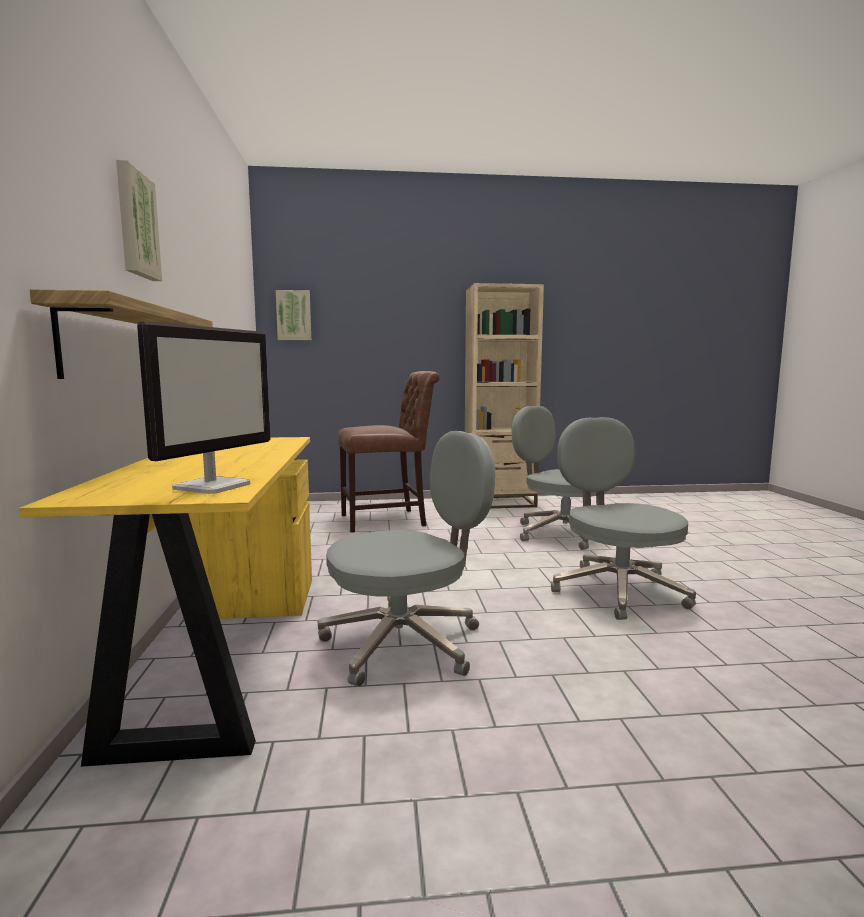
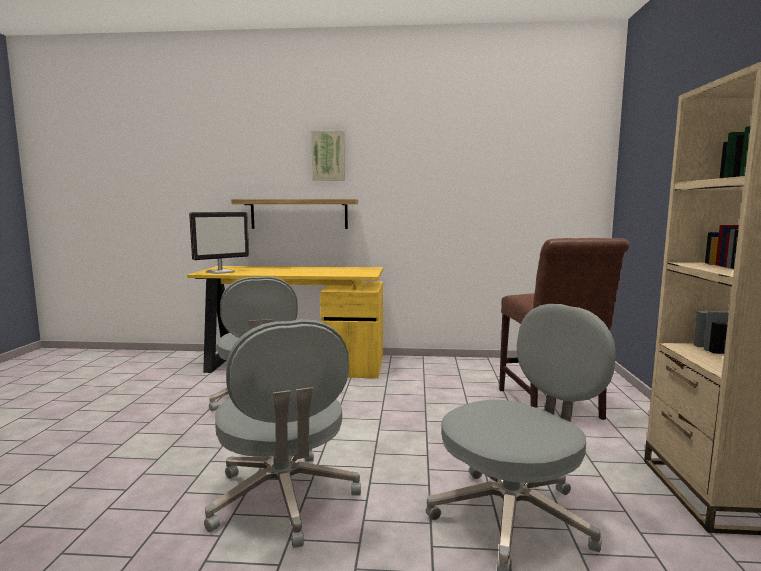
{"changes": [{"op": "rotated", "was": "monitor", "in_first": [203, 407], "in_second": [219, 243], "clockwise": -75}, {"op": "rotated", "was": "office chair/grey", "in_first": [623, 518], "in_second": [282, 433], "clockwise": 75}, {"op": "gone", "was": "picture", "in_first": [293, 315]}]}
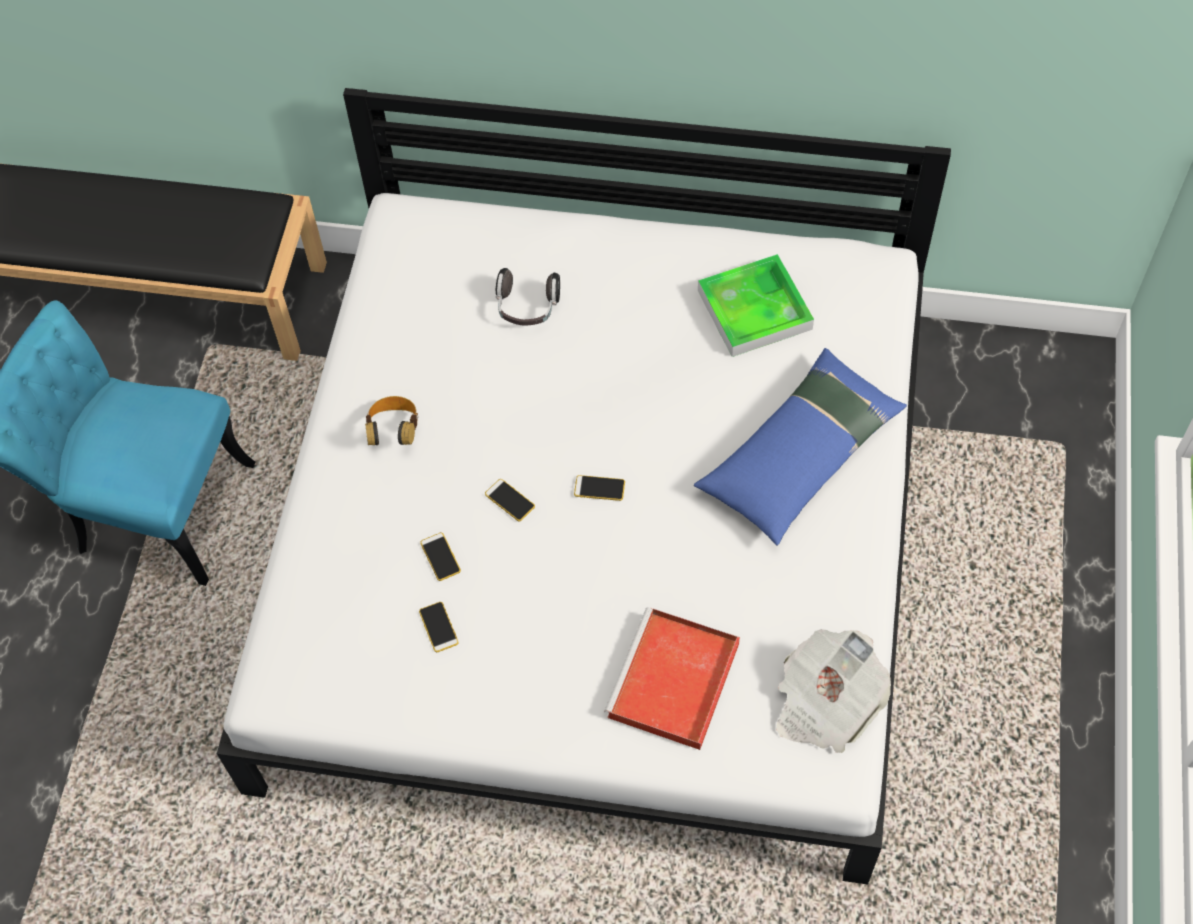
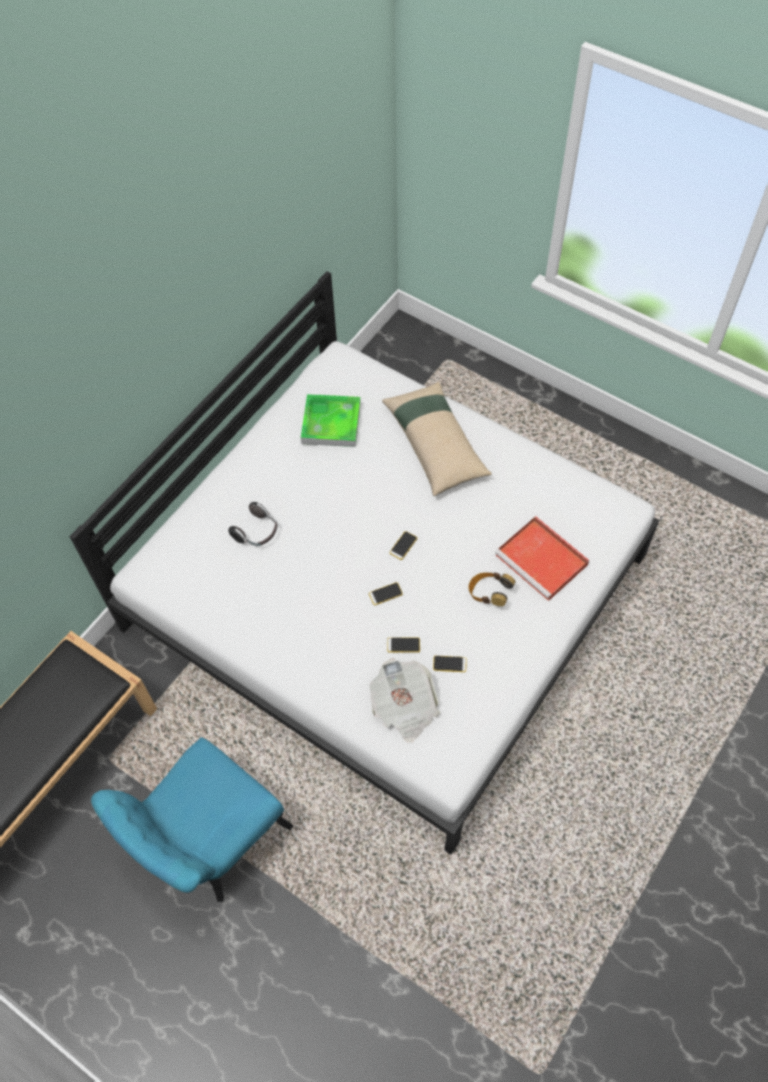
{"changes": [{"op": "shifted", "was": "newspaper", "in_first": [833, 691], "in_second": [404, 700]}, {"op": "repainted", "was": "pillow/blue", "now": "pillow/beige", "in_first": [800, 446], "in_second": [437, 439]}, {"op": "shifted", "was": "headphones", "in_first": [391, 420], "in_second": [491, 589]}]}
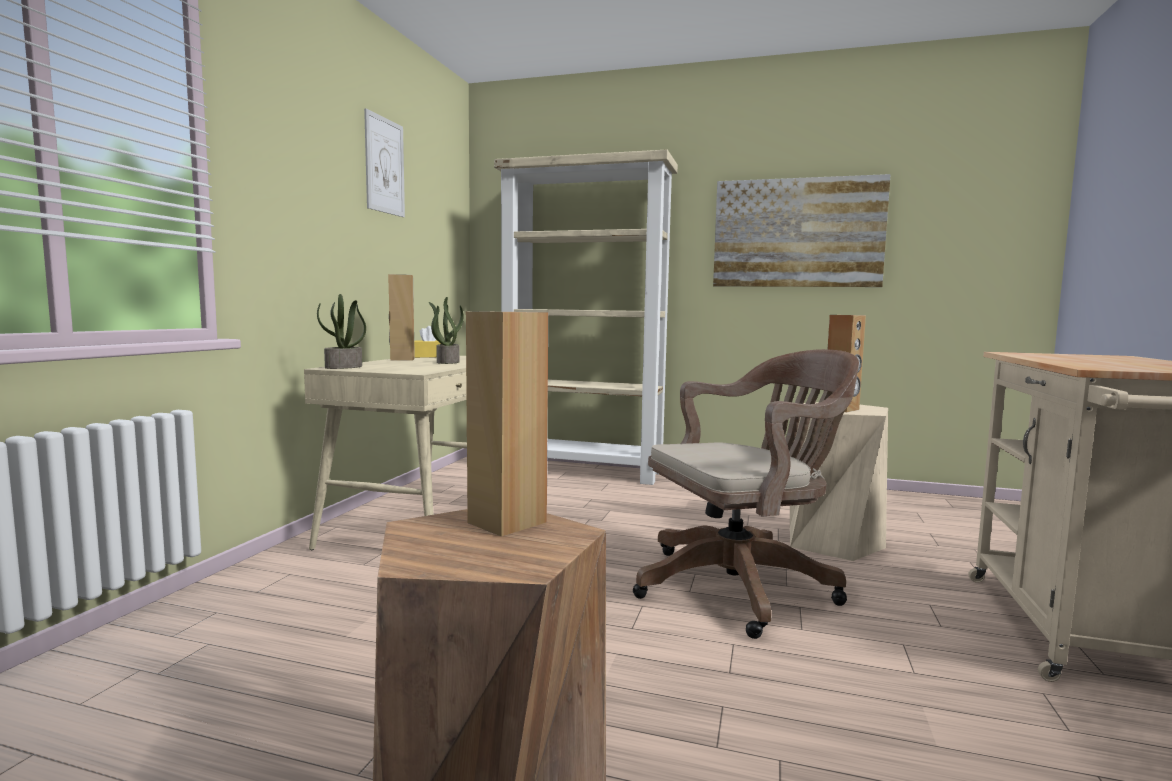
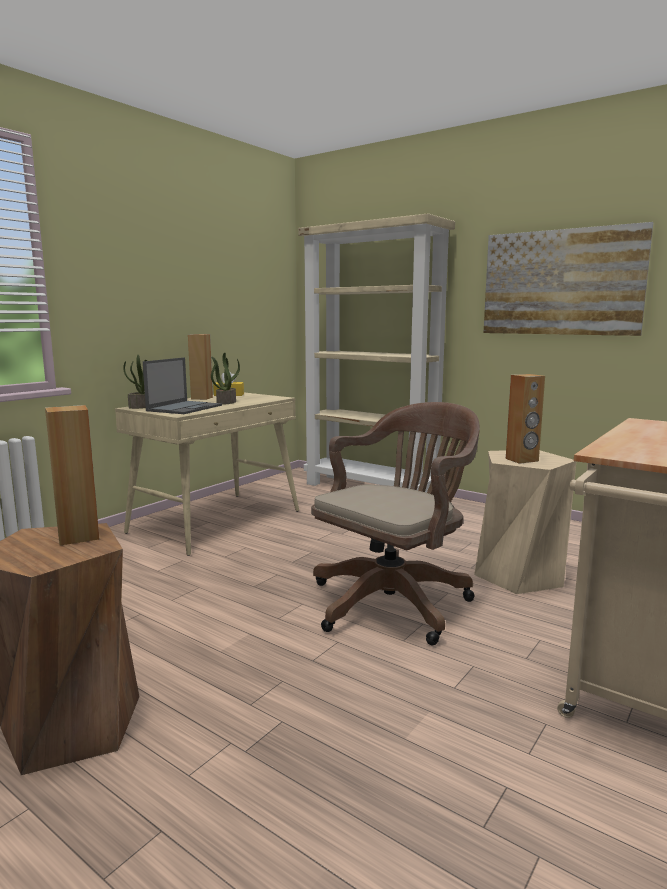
{"changes": [{"op": "new", "now": "laptop", "in_second": [182, 385]}, {"op": "rotated", "was": "office chair/brown", "in_first": [746, 494], "in_second": [395, 523], "clockwise": -45}, {"op": "gone", "was": "picture", "in_first": [384, 162]}]}
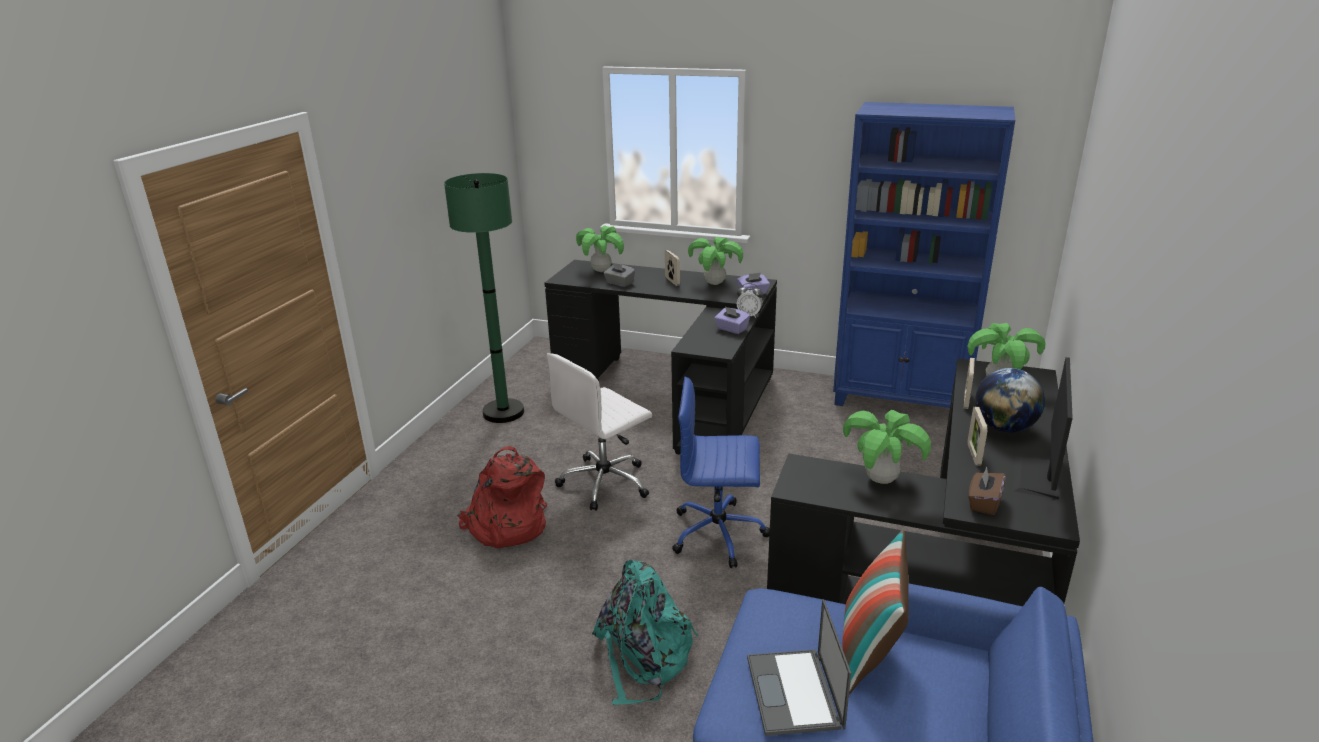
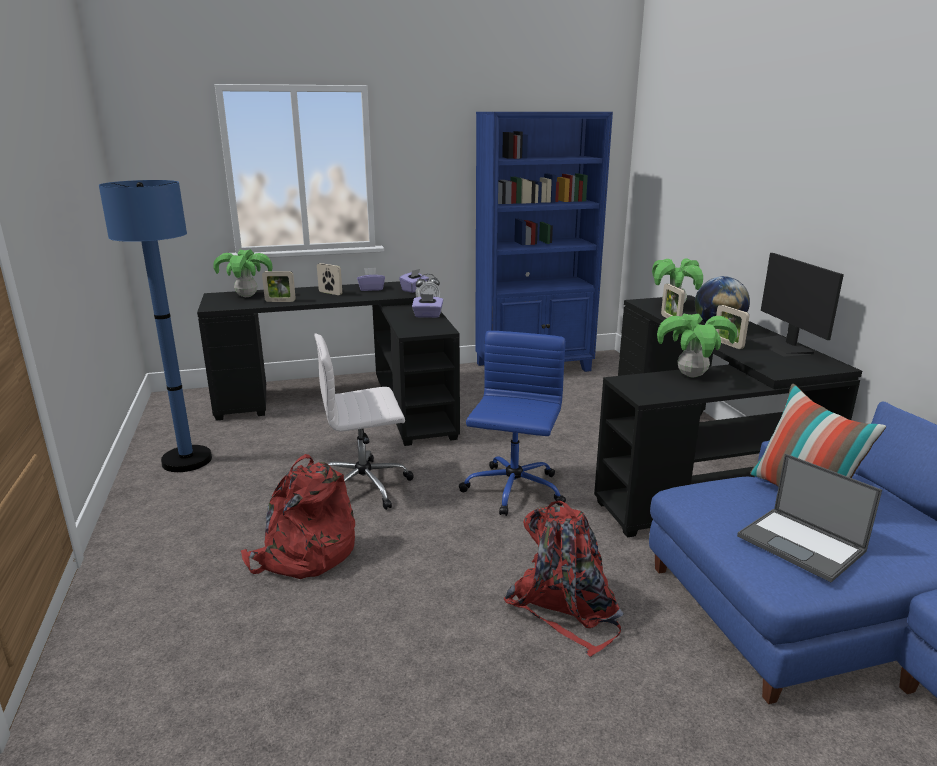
{"changes": [{"op": "repainted", "was": "floor lamp/green", "now": "floor lamp/blue", "in_first": [484, 298], "in_second": [155, 326]}, {"op": "swapped", "was": "tissue box/grey", "now": "picture frame", "in_first": [619, 274], "in_second": [279, 286]}, {"op": "rotated", "was": "office chair/white", "in_first": [599, 432], "in_second": [364, 421], "clockwise": 60}, {"op": "swapped", "was": "potted plant", "now": "tissue box/purple", "in_first": [715, 261], "in_second": [371, 279]}, {"op": "rotated", "was": "office chair/blue", "in_first": [721, 472], "in_second": [512, 423], "clockwise": 135}, {"op": "repainted", "was": "backpack/turquoise", "now": "backpack/red", "in_first": [645, 632], "in_second": [564, 579]}, {"op": "gone", "was": "tissue box/brown", "in_first": [987, 490]}]}
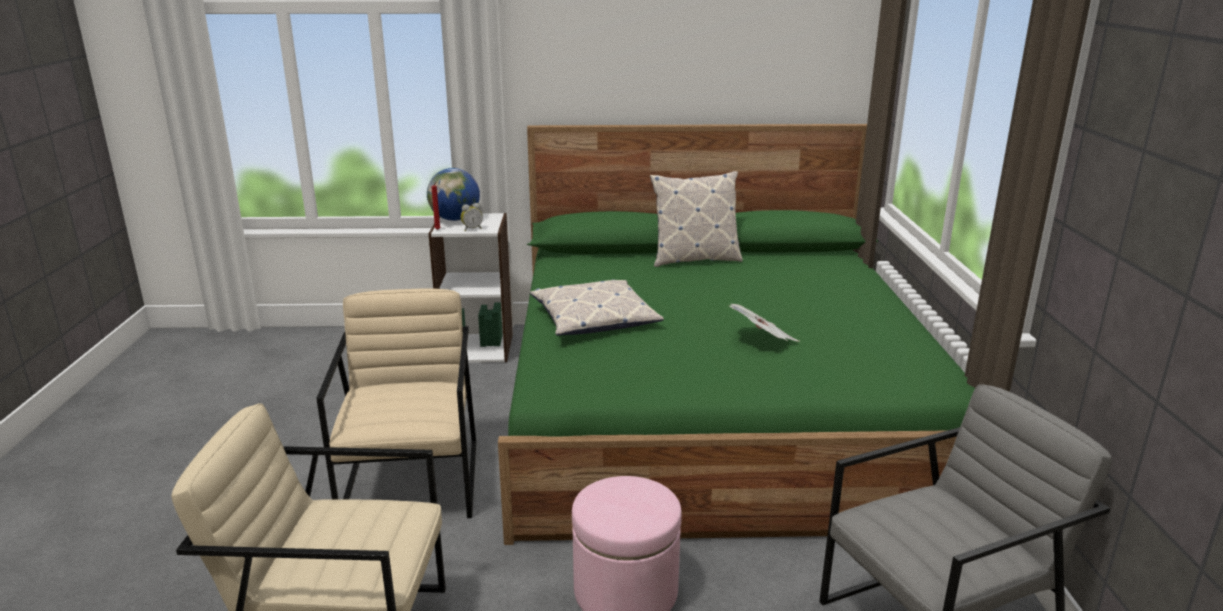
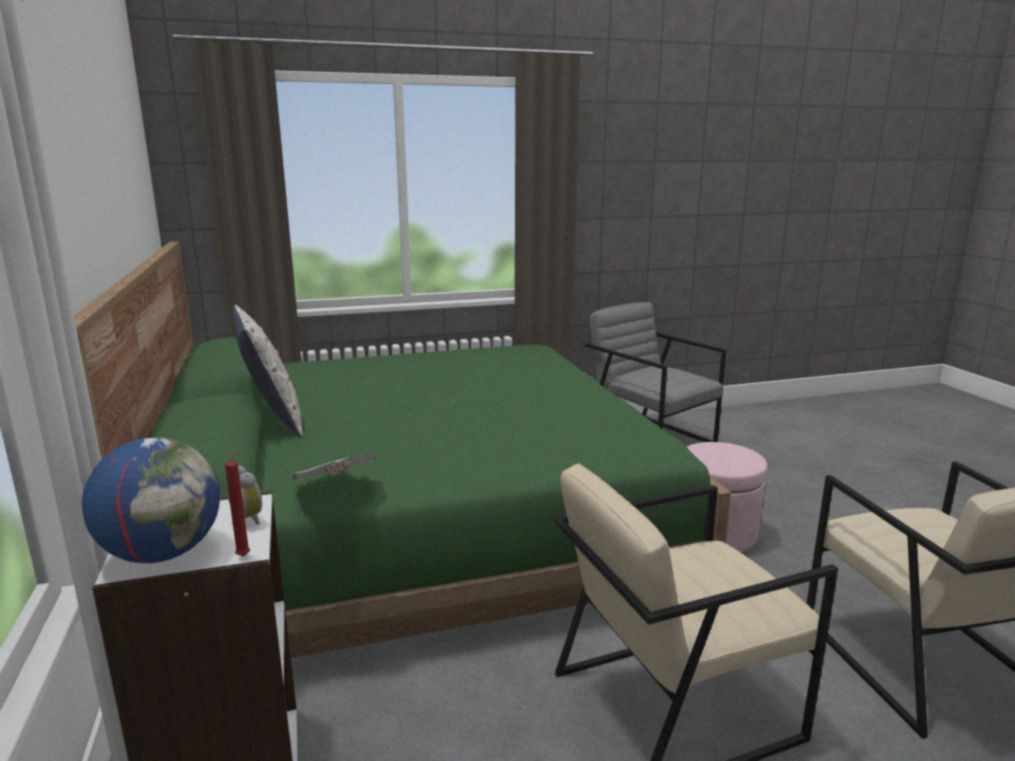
{"changes": [{"op": "shifted", "was": "newspaper", "in_first": [764, 322], "in_second": [333, 467]}, {"op": "gone", "was": "pillow", "in_first": [597, 308]}]}
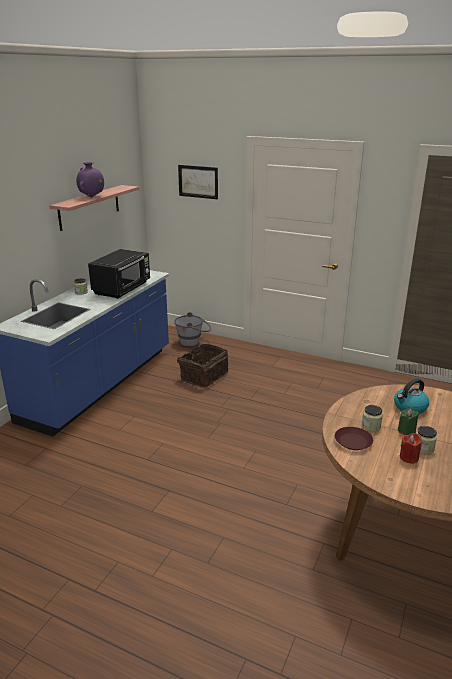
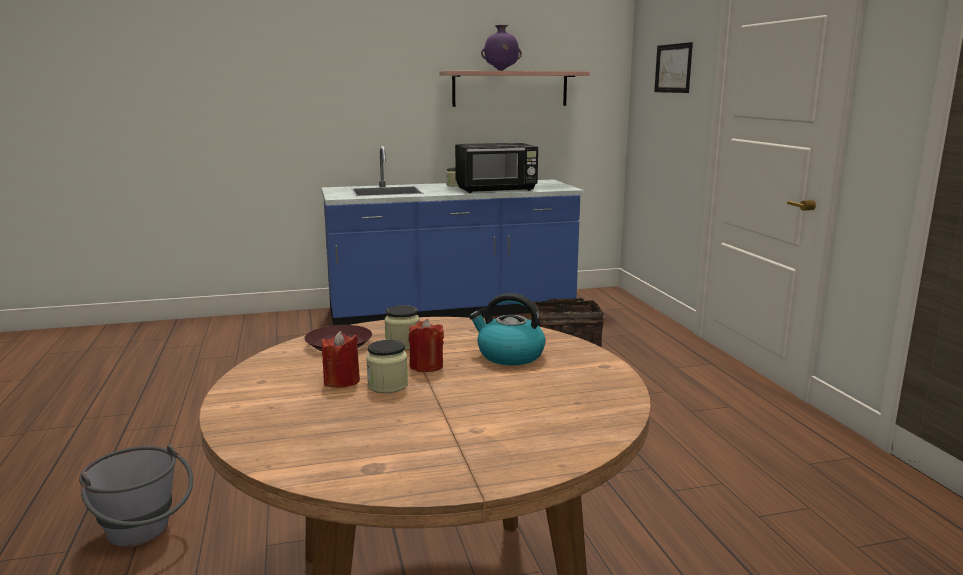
{"changes": [{"op": "shifted", "was": "bucket/grey", "in_first": [192, 329], "in_second": [136, 496]}, {"op": "repainted", "was": "candle/green", "now": "candle/red", "in_first": [408, 421], "in_second": [426, 345]}]}
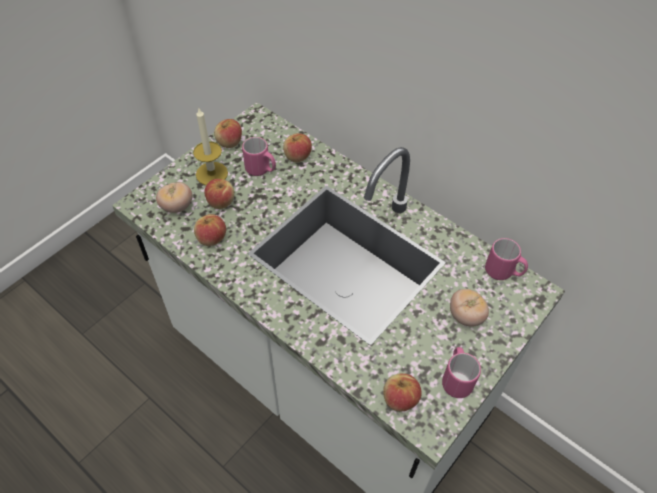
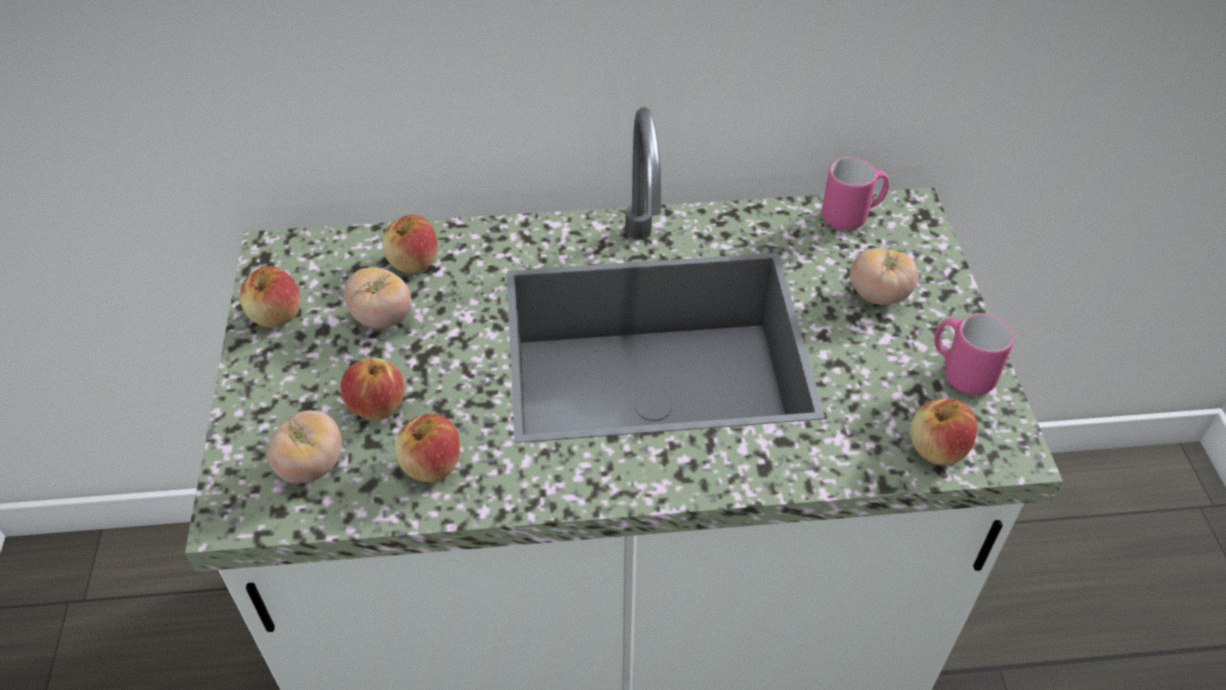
{"changes": [{"op": "swapped", "was": "mug/pink", "now": "tomato", "in_first": [259, 156], "in_second": [377, 297]}, {"op": "gone", "was": "candle", "in_first": [210, 146]}]}
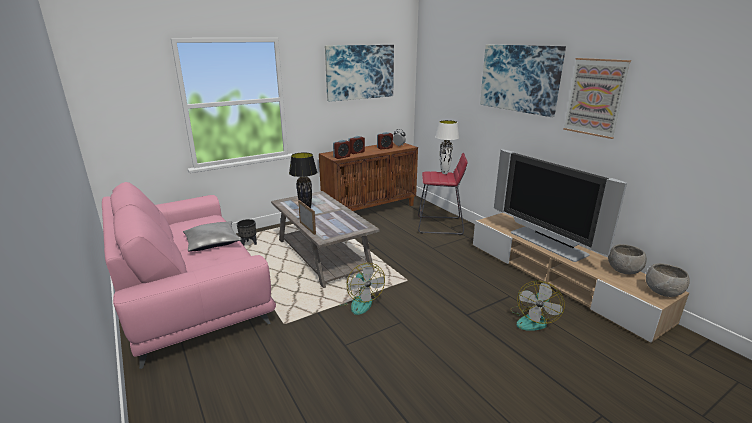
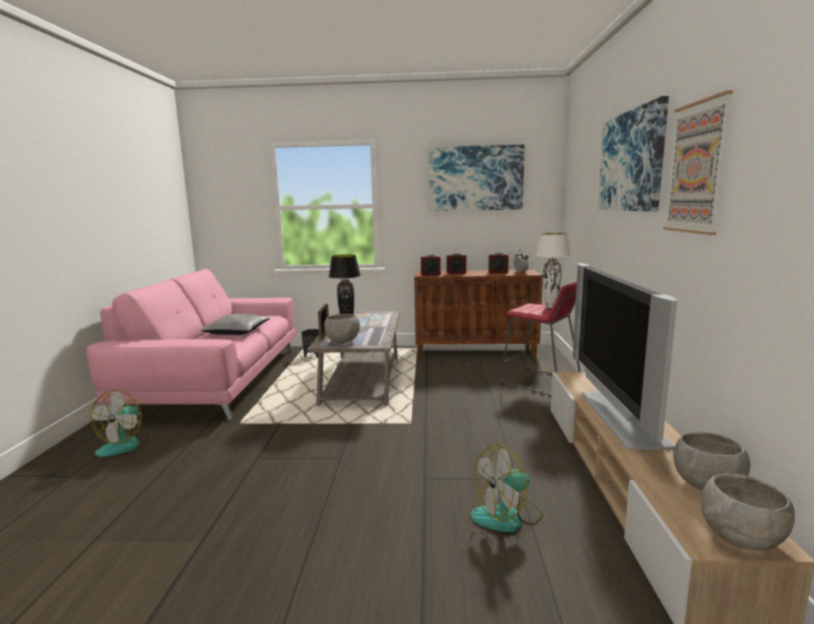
{"changes": [{"op": "shifted", "was": "fan", "in_first": [362, 289], "in_second": [121, 423]}, {"op": "new", "now": "bowl/grey", "in_second": [342, 328]}]}
